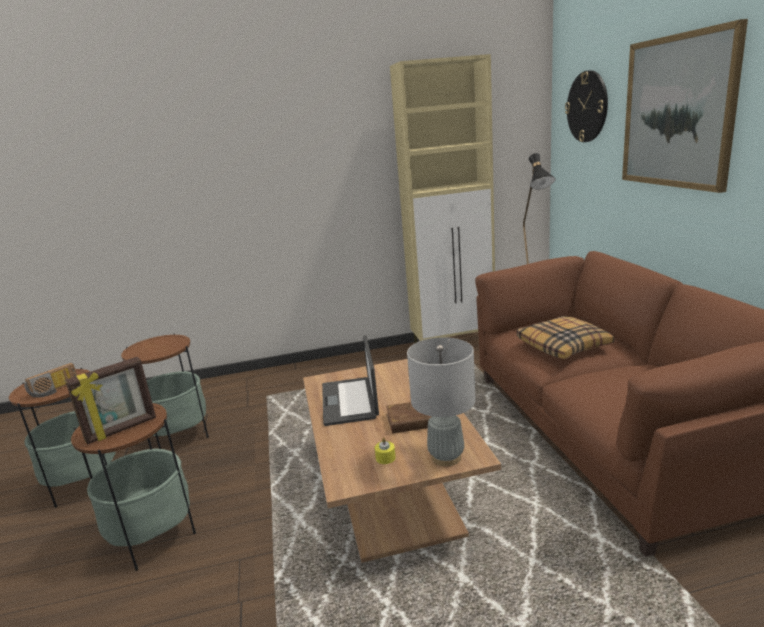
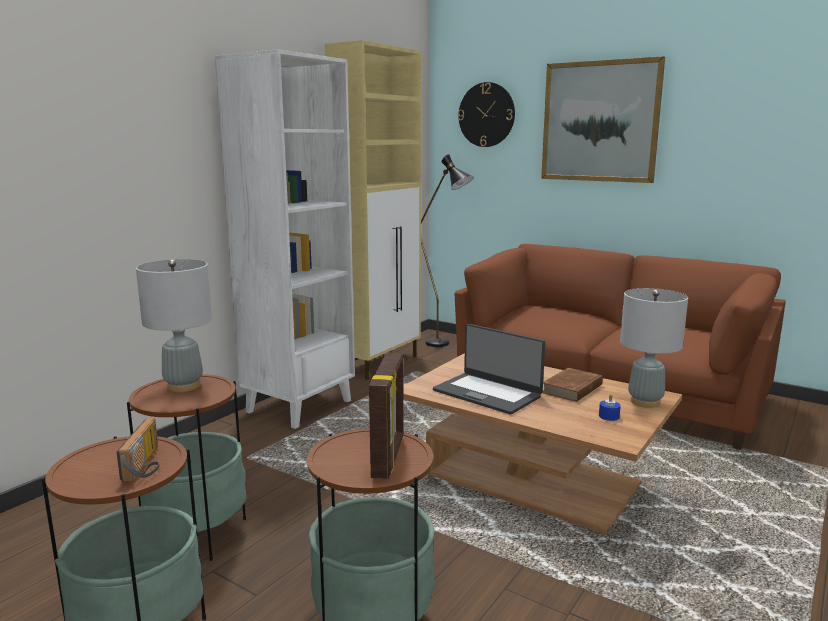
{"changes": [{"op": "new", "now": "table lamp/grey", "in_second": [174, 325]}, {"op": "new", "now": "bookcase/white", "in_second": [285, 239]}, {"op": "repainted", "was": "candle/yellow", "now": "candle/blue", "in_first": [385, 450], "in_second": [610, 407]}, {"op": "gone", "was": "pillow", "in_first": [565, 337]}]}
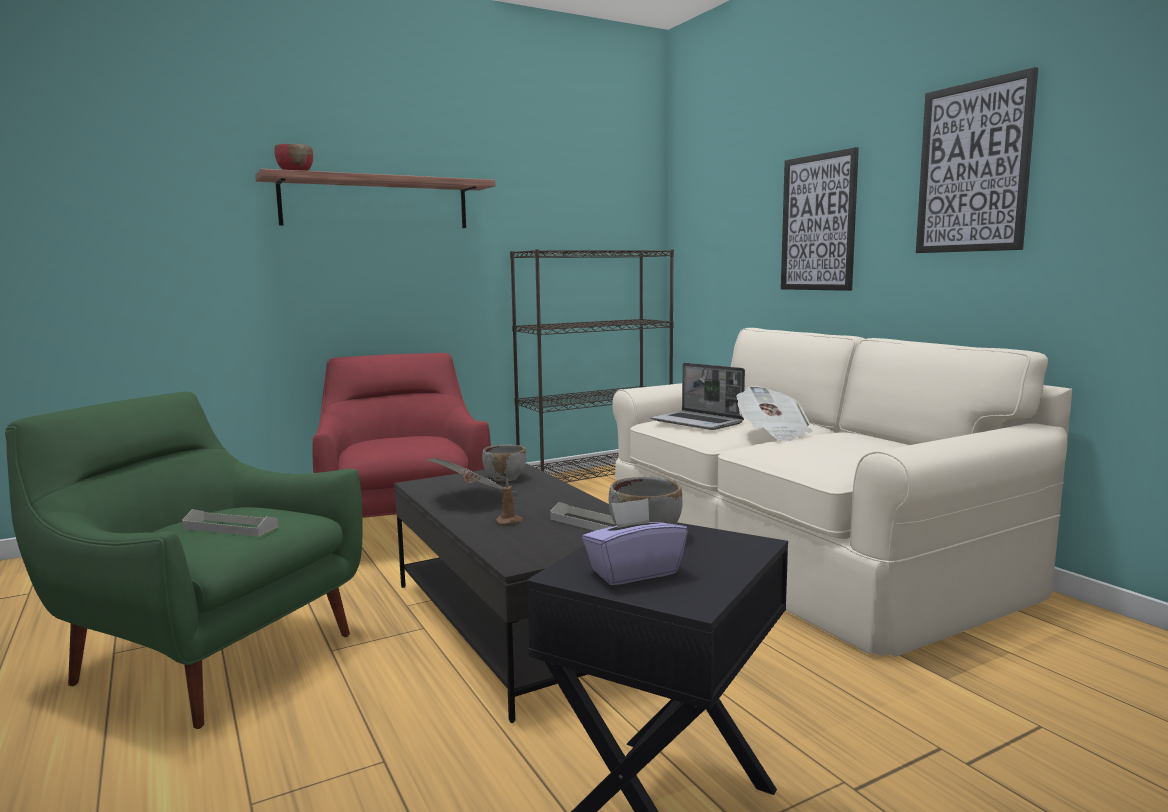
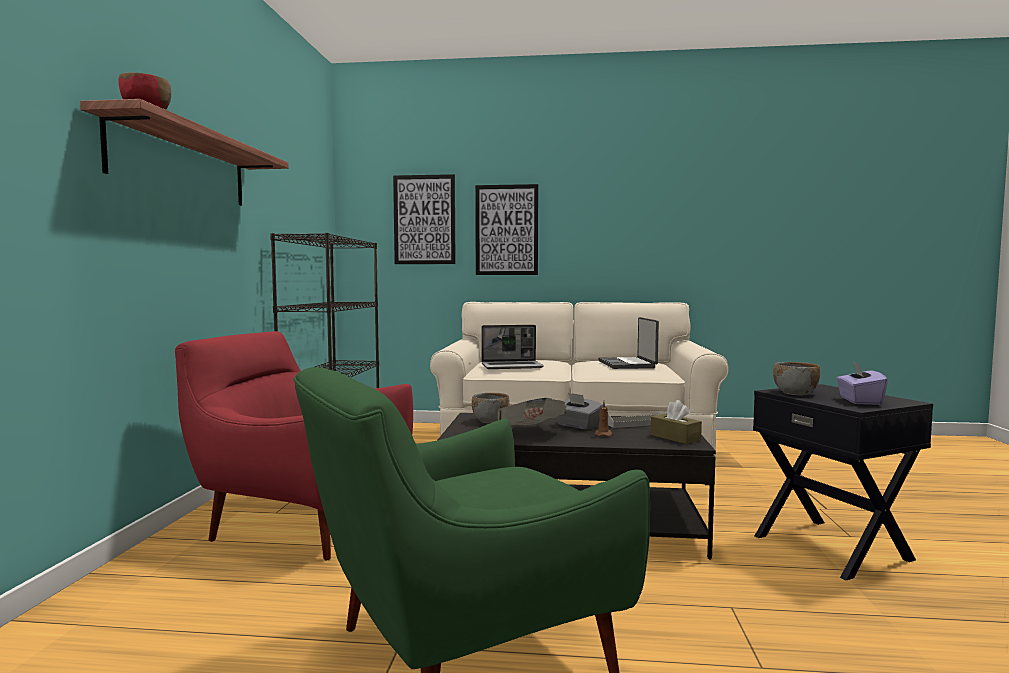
{"changes": [{"op": "shifted", "was": "picture", "in_first": [977, 160], "in_second": [424, 219]}, {"op": "new", "now": "tissue box/grey", "in_second": [580, 411]}, {"op": "new", "now": "laptop", "in_second": [628, 343]}, {"op": "new", "now": "tissue box/brown", "in_second": [676, 422]}, {"op": "gone", "was": "tray/grey", "in_first": [230, 523]}, {"op": "gone", "was": "newspaper", "in_first": [774, 414]}]}
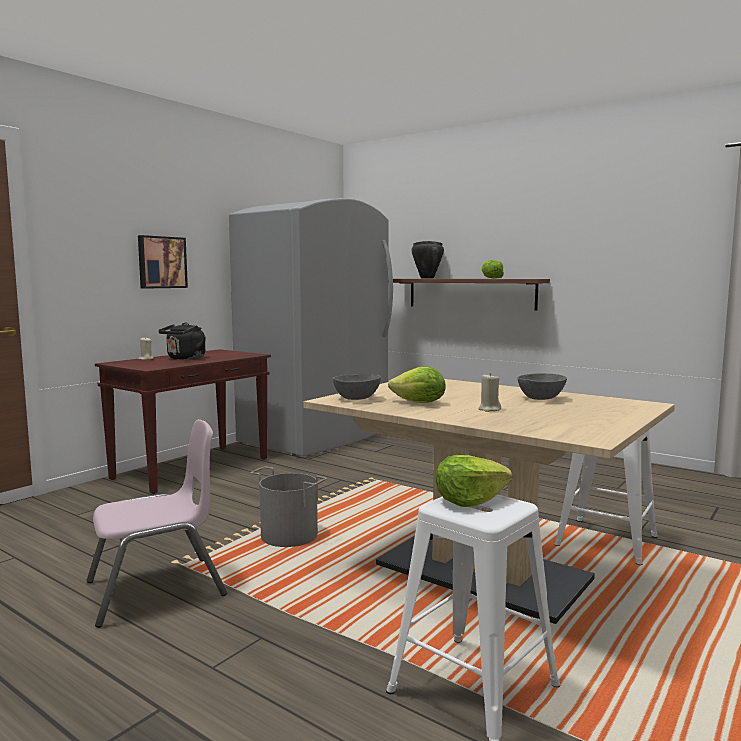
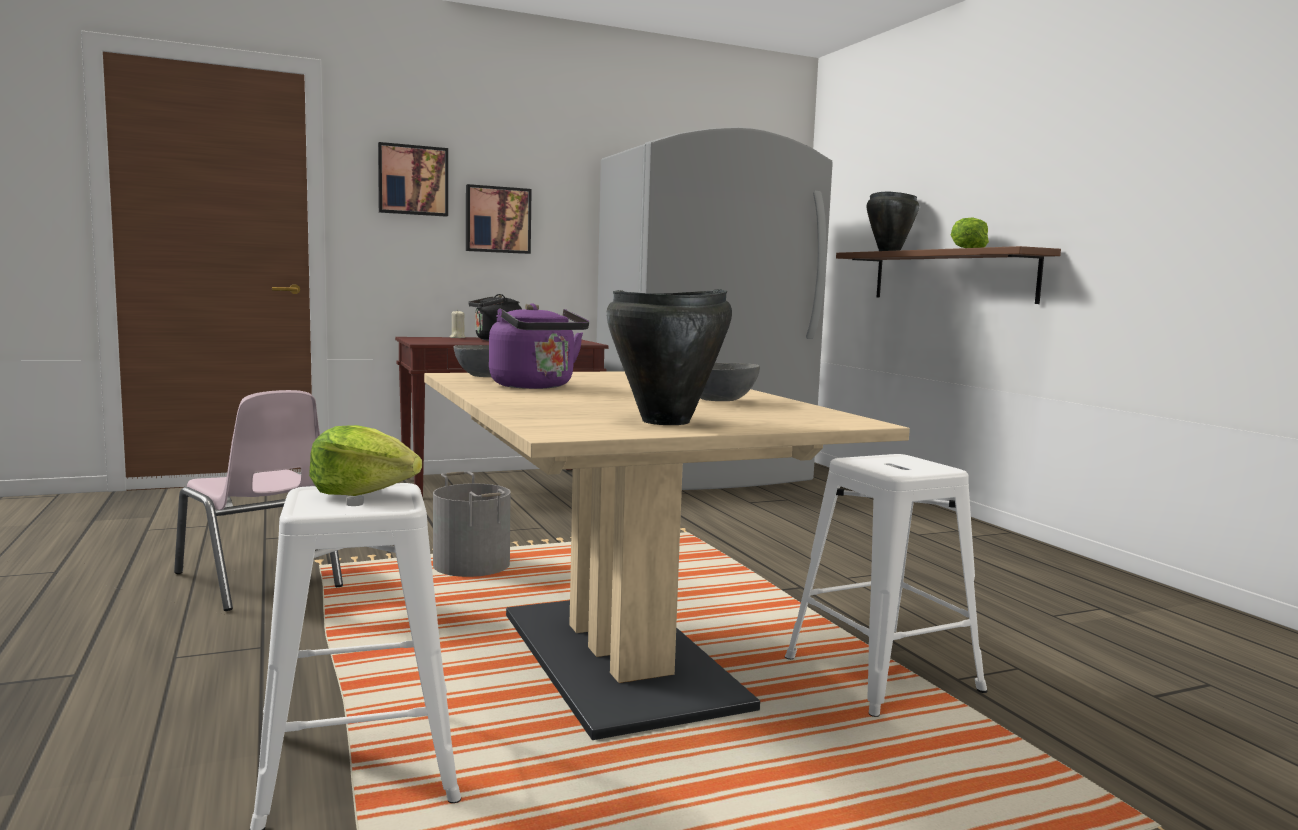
{"changes": [{"op": "rotated", "was": "chair/pink", "in_first": [156, 523], "in_second": [258, 500], "clockwise": 45}, {"op": "new", "now": "picture", "in_second": [413, 179]}, {"op": "swapped", "was": "lettuce", "now": "kettle/purple", "in_first": [417, 385], "in_second": [539, 346]}, {"op": "new", "now": "cooking pot/black", "in_second": [669, 357]}, {"op": "gone", "was": "candle/beige", "in_first": [490, 392]}]}
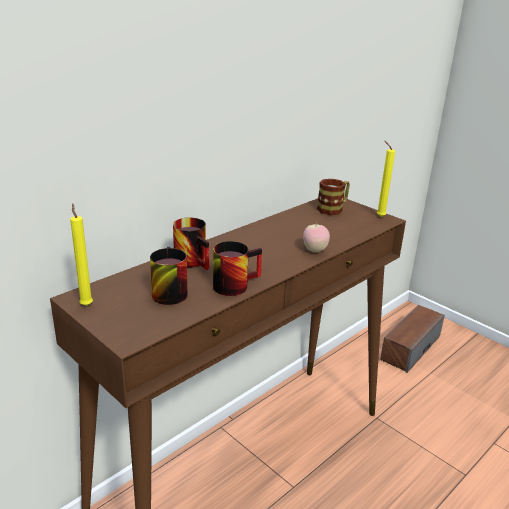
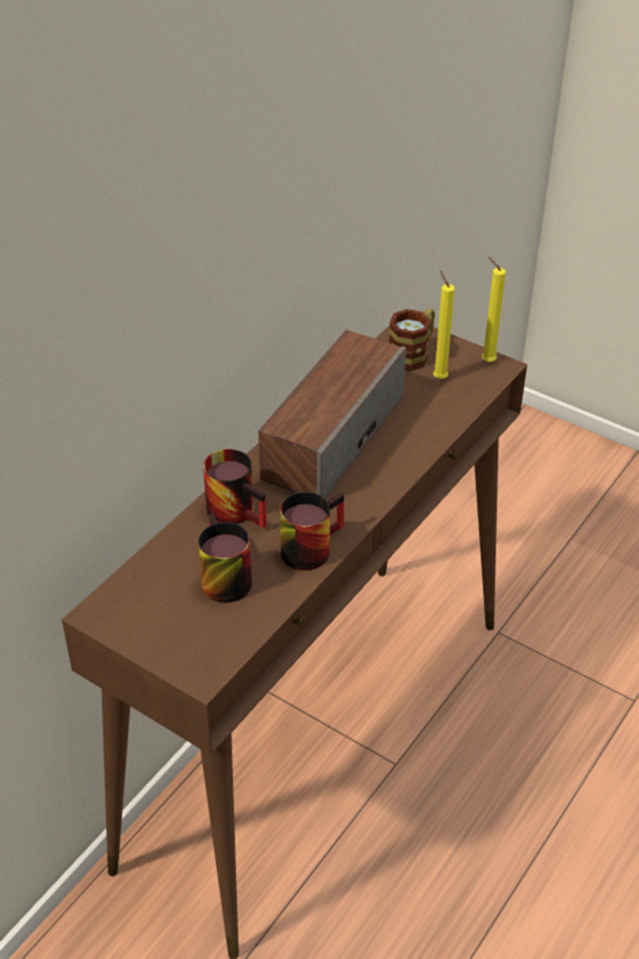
{"changes": [{"op": "shifted", "was": "speaker", "in_first": [412, 339], "in_second": [332, 414]}, {"op": "shifted", "was": "candle/yellow", "in_first": [81, 254], "in_second": [444, 324]}, {"op": "gone", "was": "apple", "in_first": [316, 237]}]}
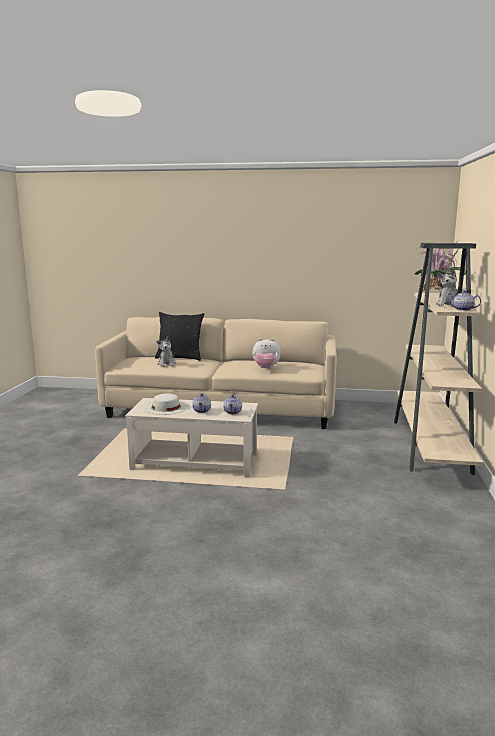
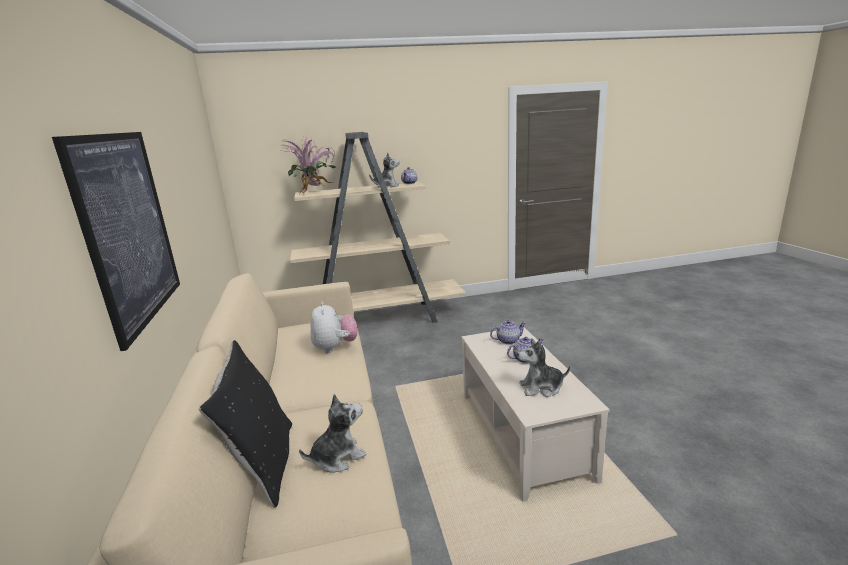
{"changes": [{"op": "new", "now": "picture", "in_second": [116, 241]}, {"op": "swapped", "was": "hat/white", "now": "plush toy", "in_first": [166, 404], "in_second": [544, 367]}]}
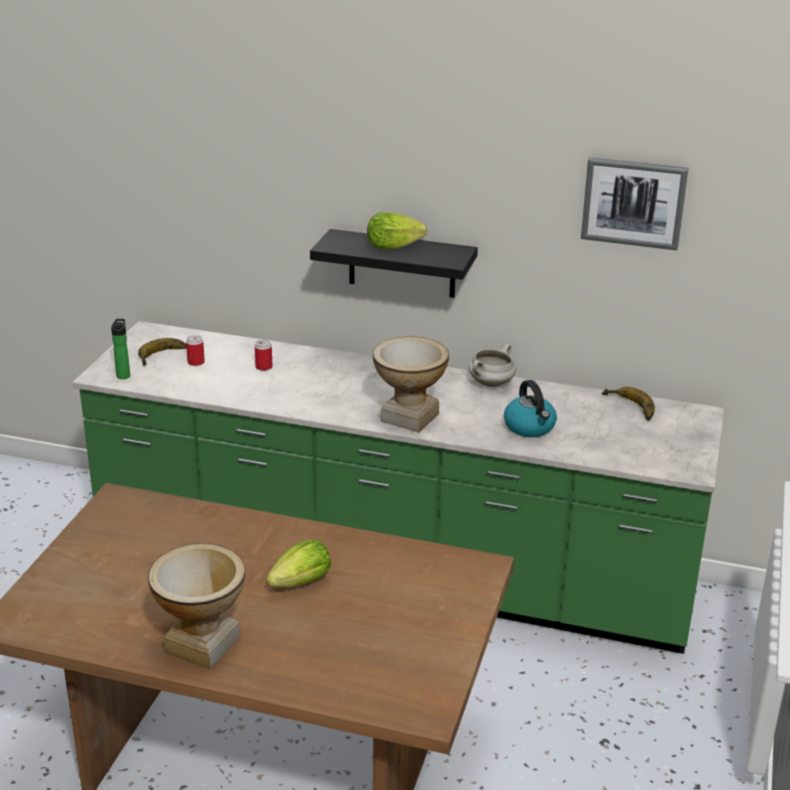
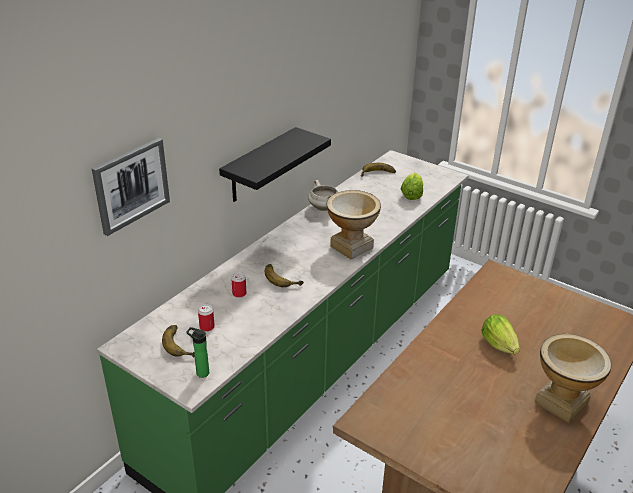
{"changes": [{"op": "shifted", "was": "picture", "in_first": [634, 203], "in_second": [131, 187]}, {"op": "new", "now": "banana", "in_second": [284, 275]}, {"op": "shifted", "was": "lettuce", "in_first": [397, 230], "in_second": [412, 186]}, {"op": "gone", "was": "kettle", "in_first": [530, 408]}]}
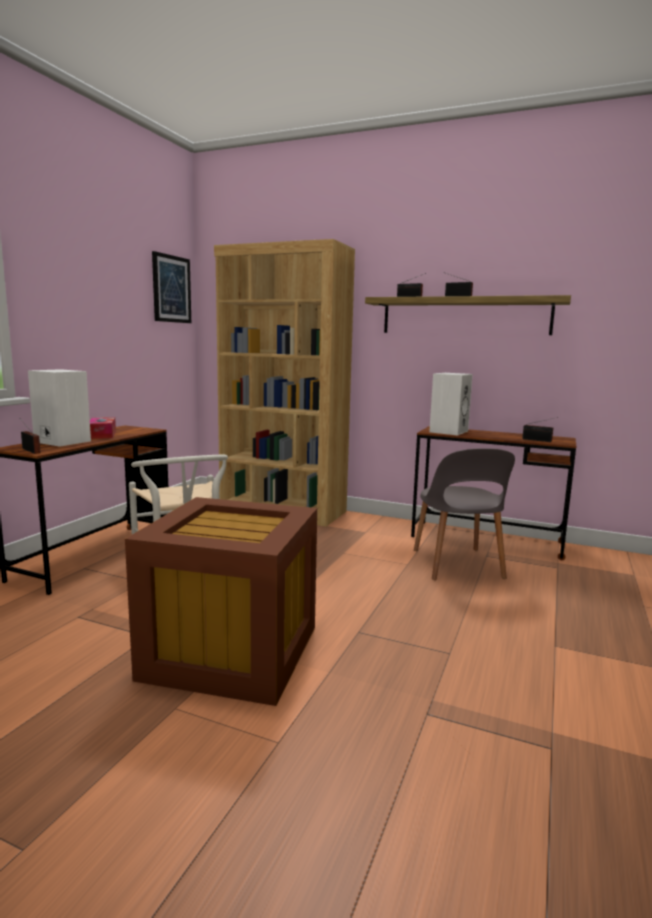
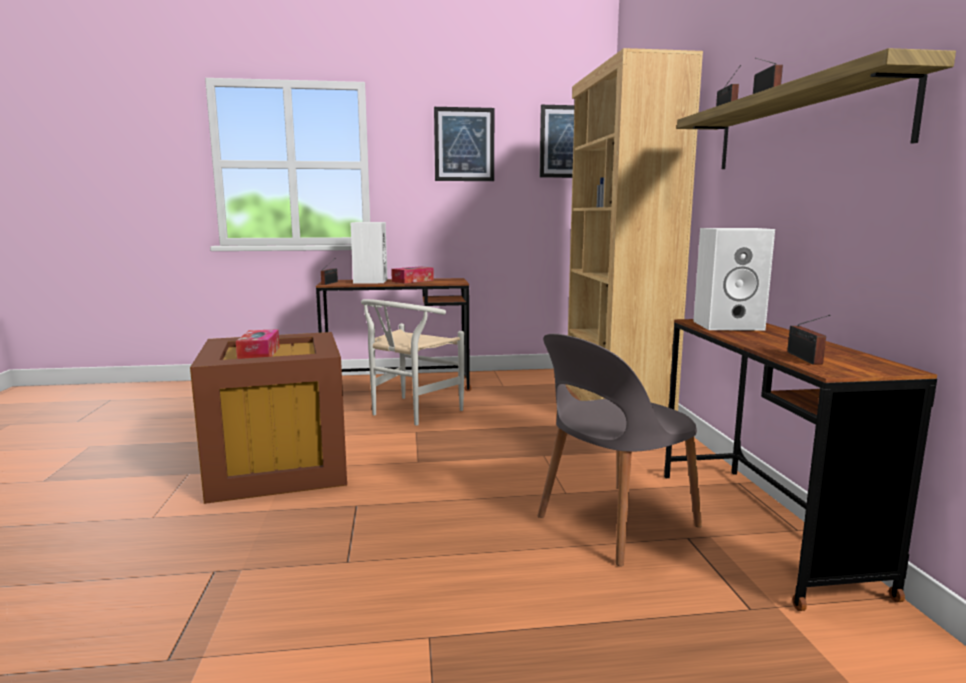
{"changes": [{"op": "new", "now": "tissue box", "in_second": [258, 344]}, {"op": "new", "now": "picture", "in_second": [464, 144]}]}
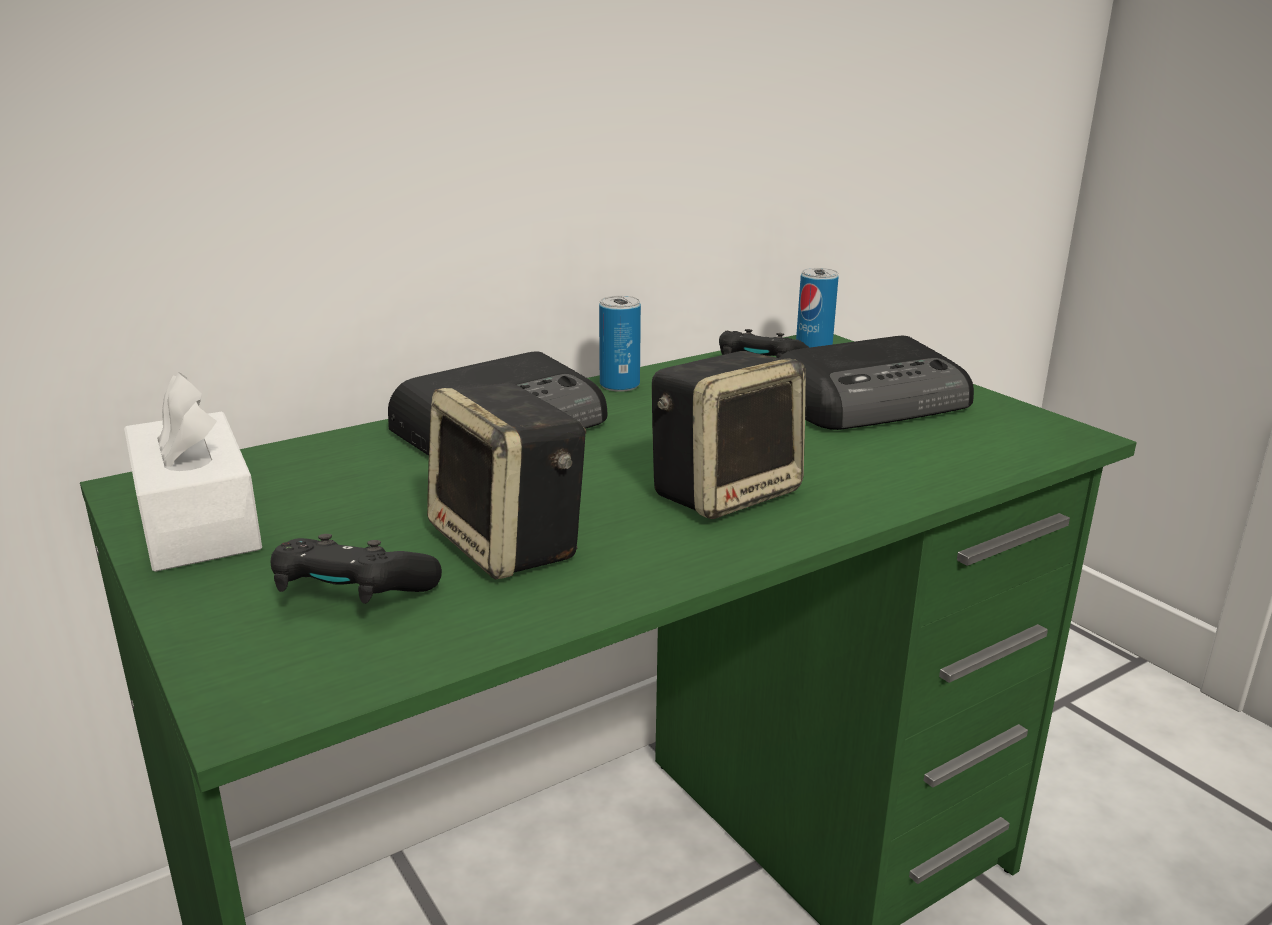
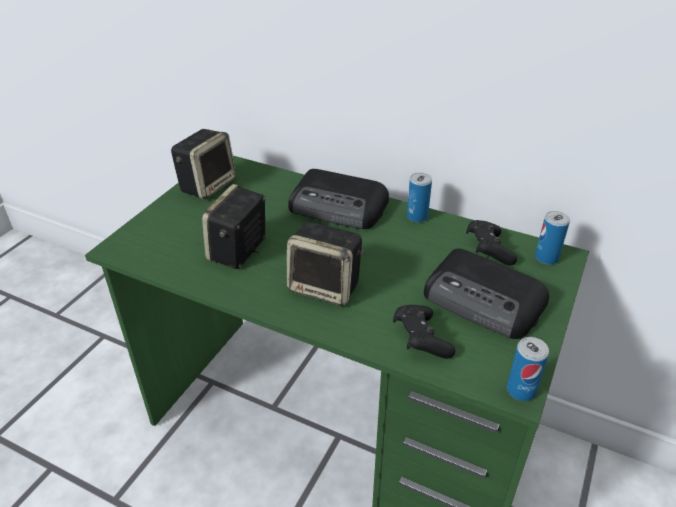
{"changes": [{"op": "swapped", "was": "tissue box/white", "now": "speaker", "in_first": [193, 472], "in_second": [203, 164]}, {"op": "shifted", "was": "game controller/black", "in_first": [356, 569], "in_second": [424, 332]}, {"op": "new", "now": "can", "in_second": [528, 369]}]}
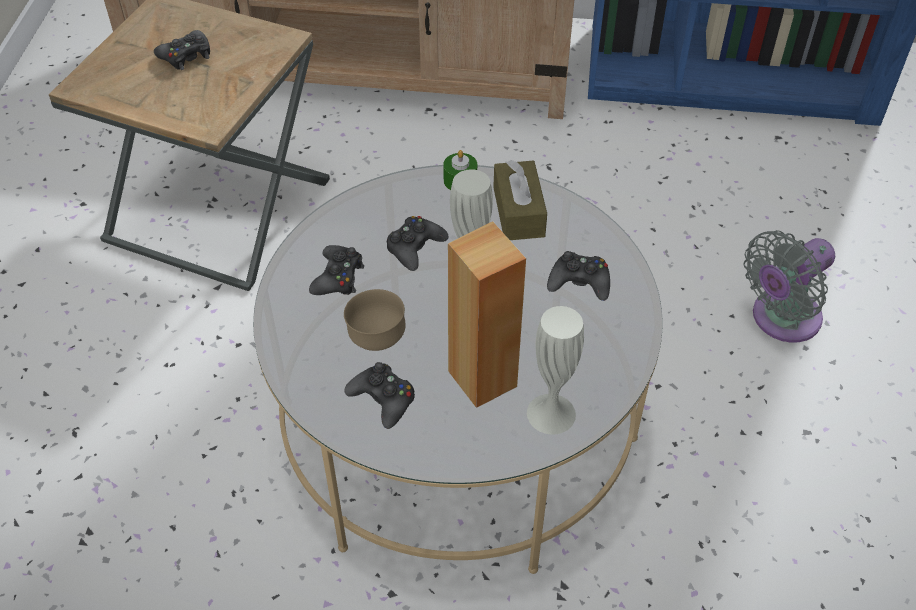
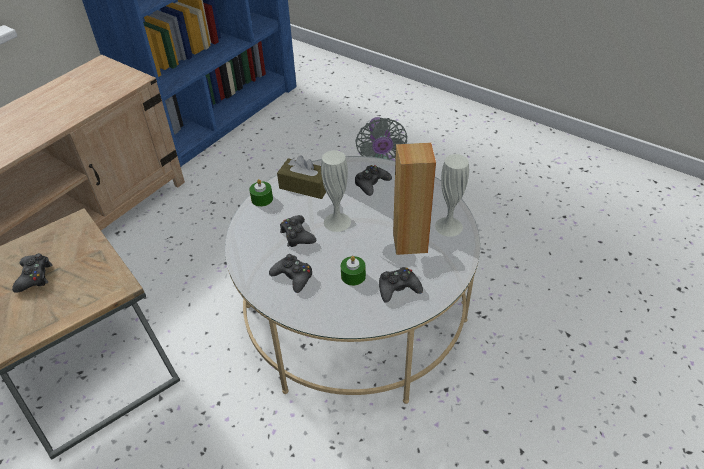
{"changes": [{"op": "swapped", "was": "bowl/brown", "now": "candle/green", "in_first": [375, 320], "in_second": [353, 271]}]}
